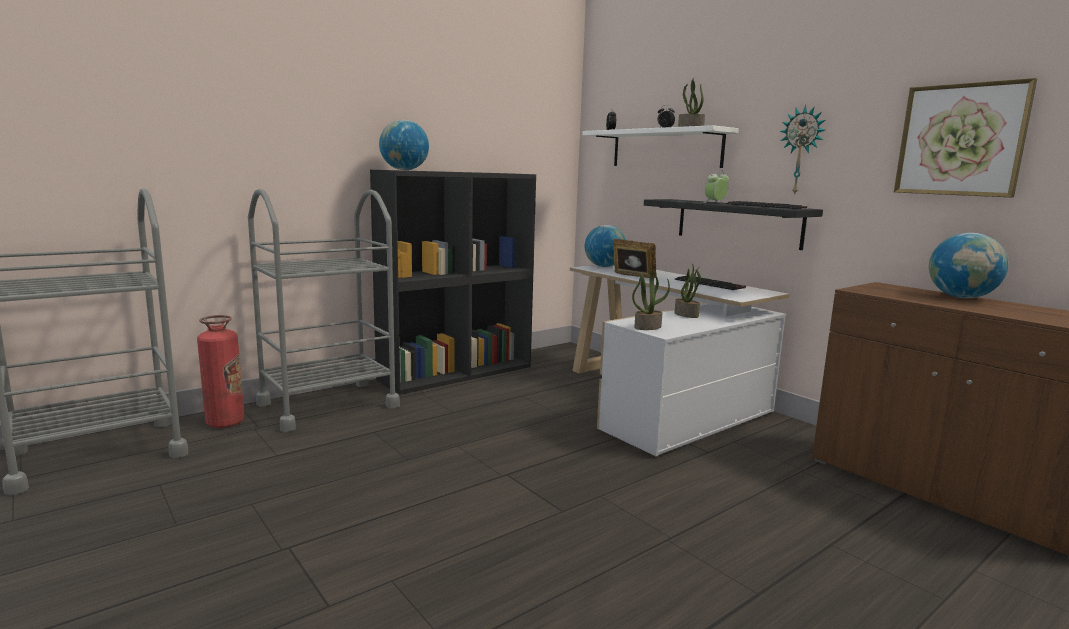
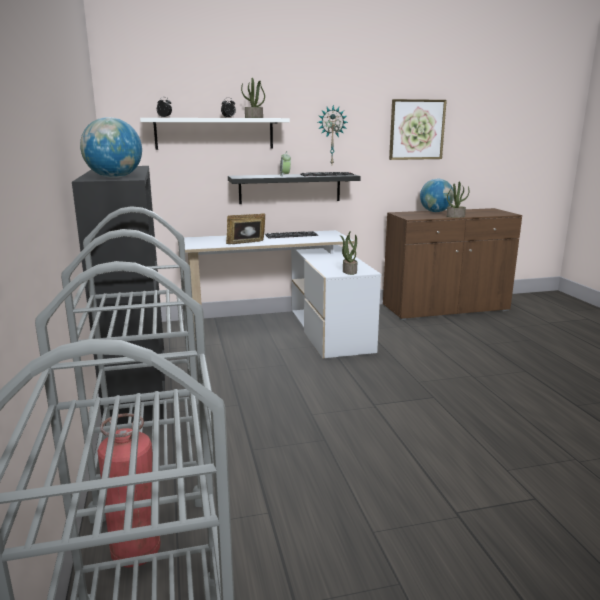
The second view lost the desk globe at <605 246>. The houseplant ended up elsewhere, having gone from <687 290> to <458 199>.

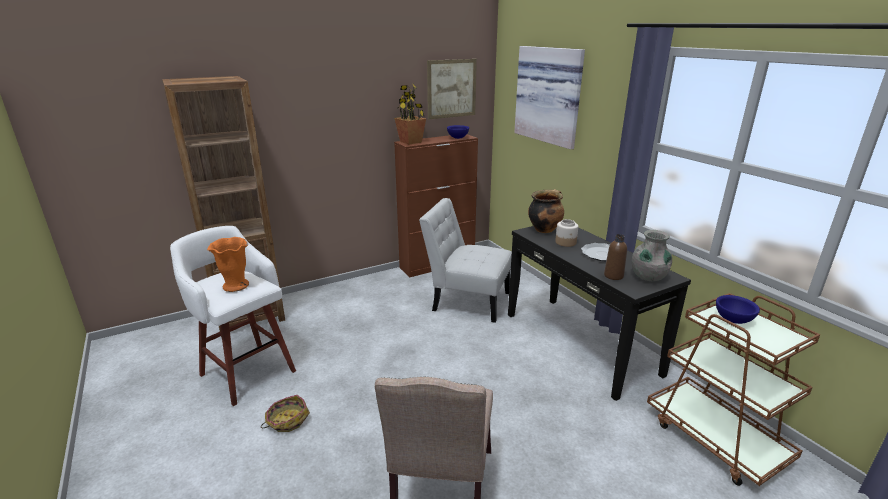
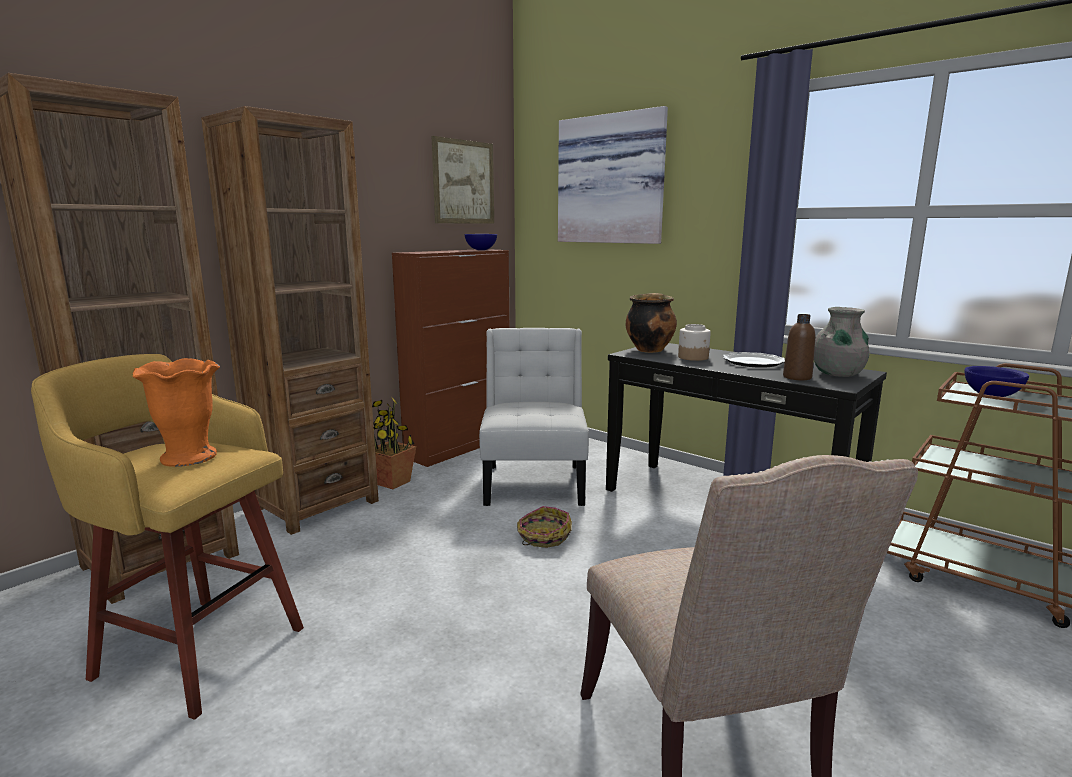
The second view gained the bookshelf (brown) at <290 320>. The storage basket ended up elsewhere, having gone from <285 413> to <544 527>. The houseplant ended up elsewhere, having gone from <410 114> to <394 443>. What was the stool (whitish) at <233 316> turned into the stool (yellow) at <167 537>. The upright chair (whitish) at <465 260> ended up facing another way, 90 degrees clockwise from before.

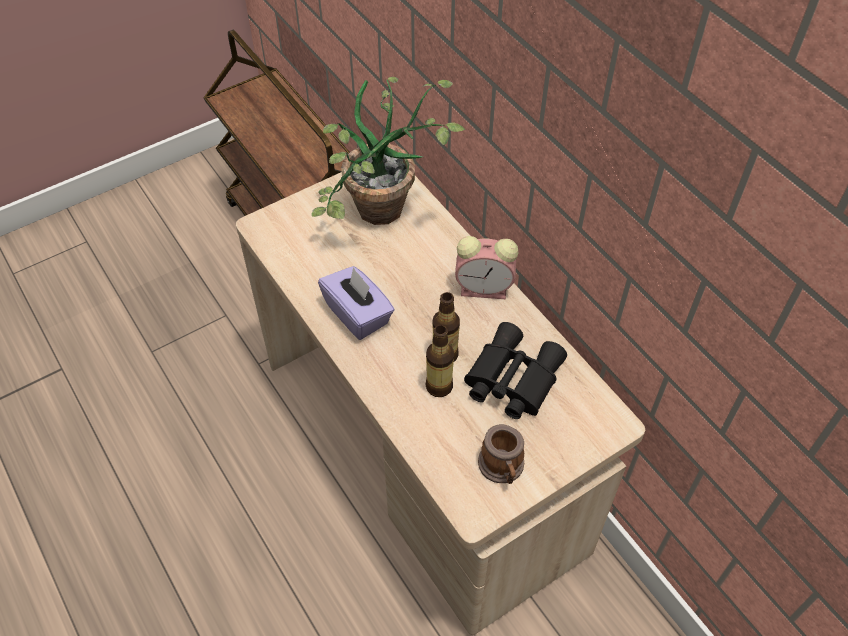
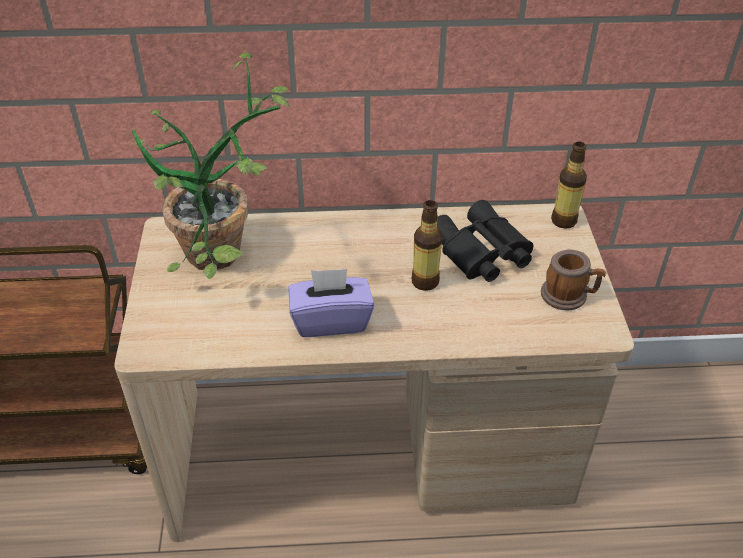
The second view lost the alarm clock at <486 267>. The beverage bottle ended up elsewhere, having gone from <440 361> to <569 185>.

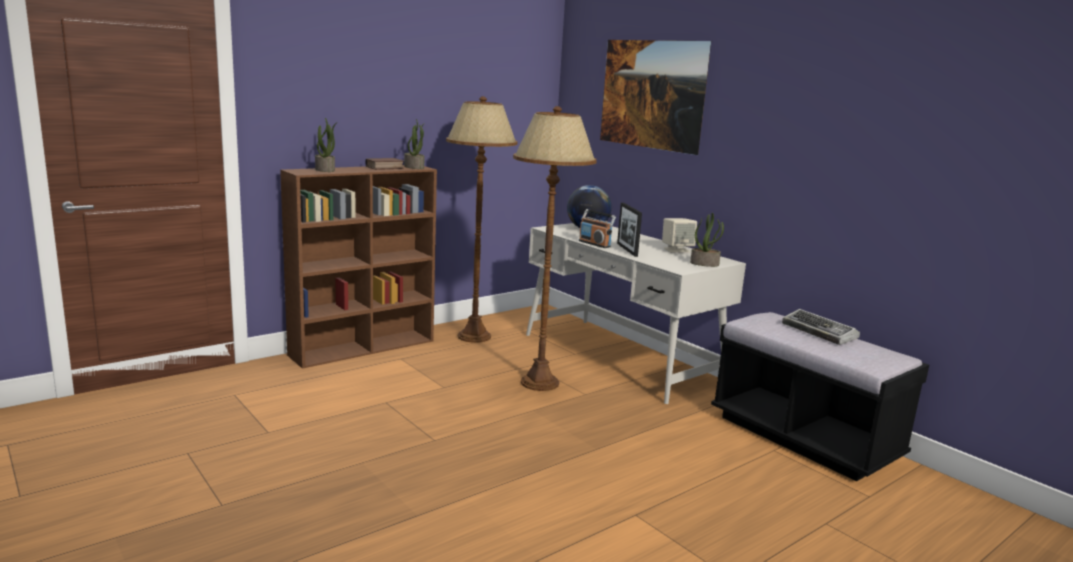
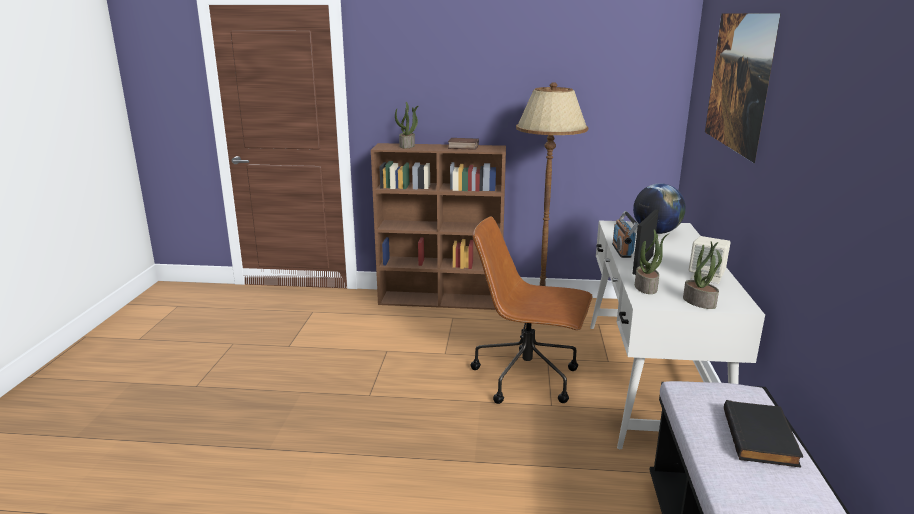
The houseplant ended up elsewhere, having gone from <414 144> to <652 261>. Where the floor lamp (brown) stood at <555 248>, the computer chair (brown) came to stand at <532 310>. Where the keyboard stood at <821 327>, the book (black-coloured) came to stand at <763 434>.

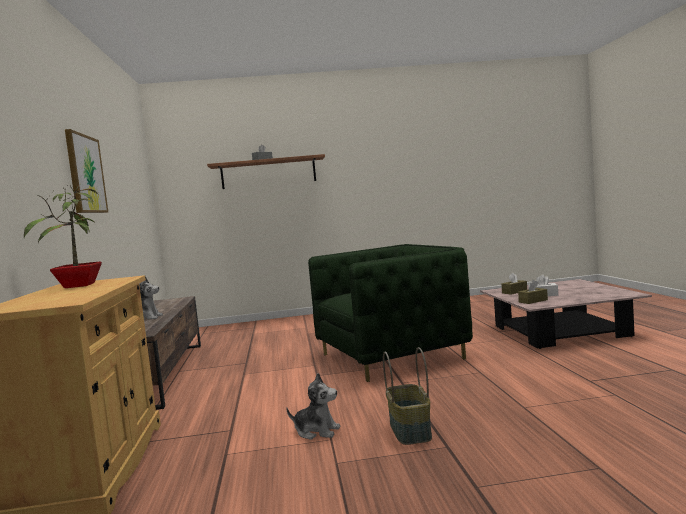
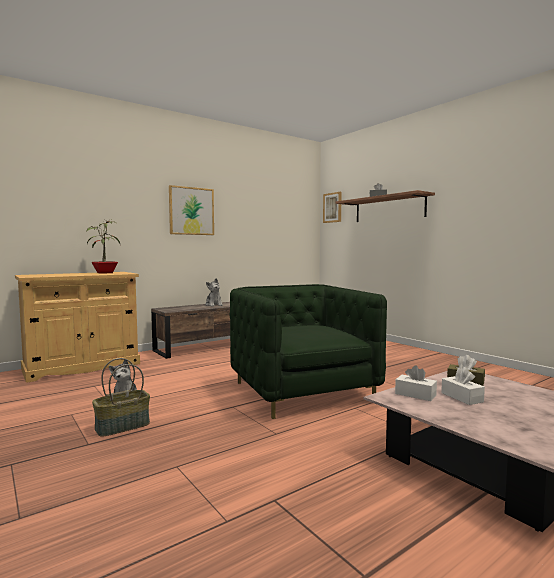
The second view gained the wall picture at <332 207>. What was the tissue holder (brown) at <533 292> turned into the tissue holder (whitish) at <416 383>. The easy chair (green) at <390 313> ended up facing another way, 150 degrees counterclockwise from before.

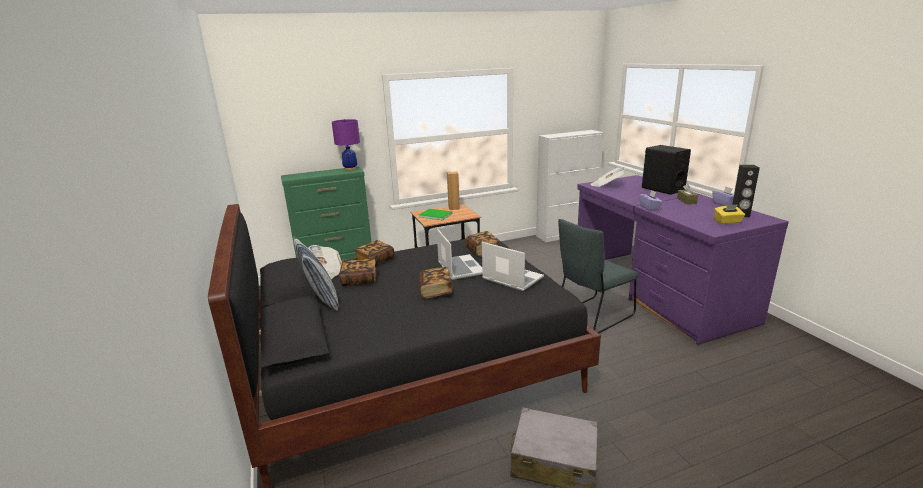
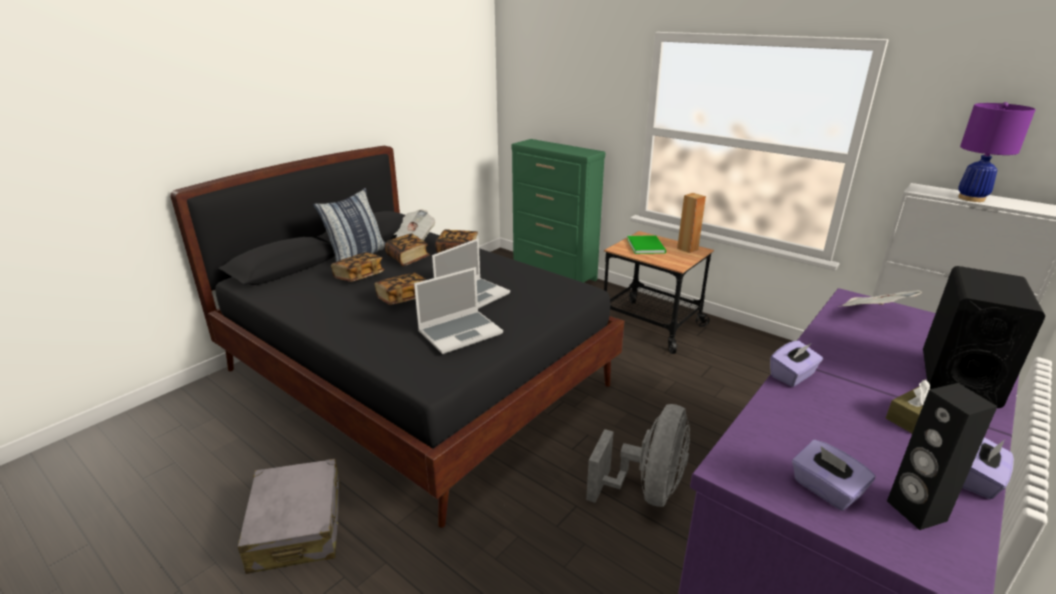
The lamp for a table (purple) ended up elsewhere, having gone from <346 144> to <997 152>. The book ended up elsewhere, having gone from <482 244> to <357 267>. Where the upright chair (gray) stood at <598 276>, the electric fan (gray) came to stand at <638 455>. What was the tissue holder (yellow) at <729 214> turned into the tissue holder (purple) at <833 475>. The portable computer at <513 266> ended up facing another way, 45 degrees clockwise from before.

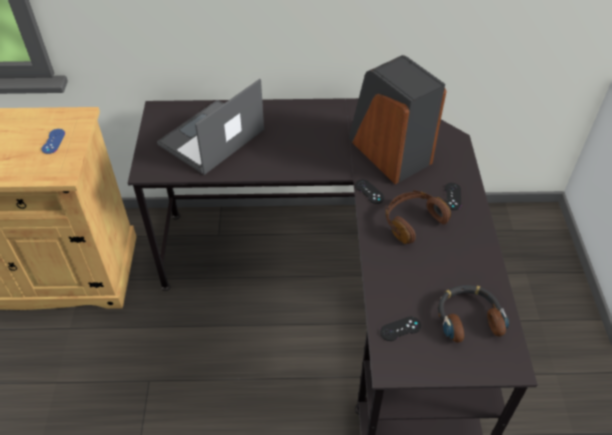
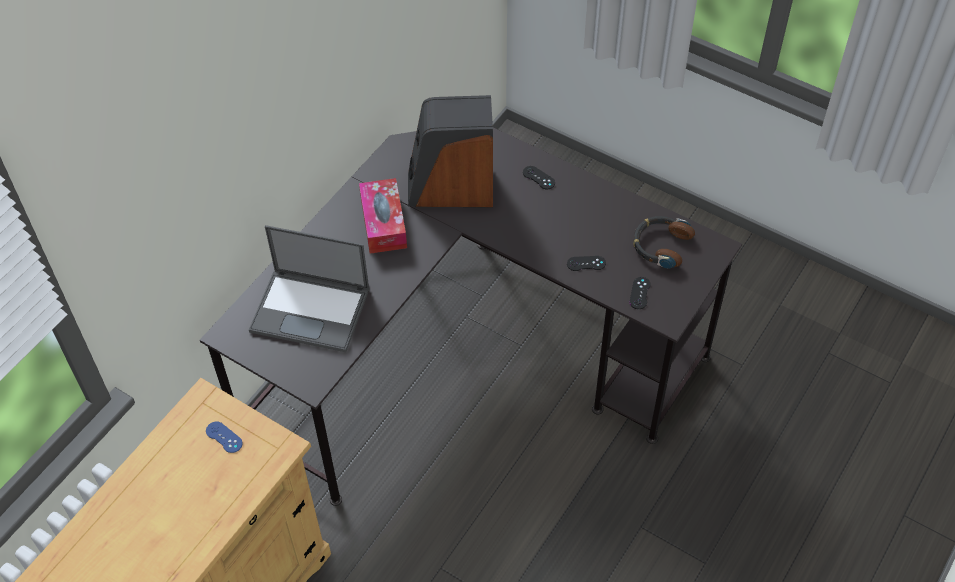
The second view lost the headset (brown) at <418 217>. The second view gained the tissue holder at <383 216>. The joypad (black-coloured) ended up elsewhere, having gone from <369 192> to <586 263>. The portable computer at <210 127> ended up facing another way, 60 degrees counterclockwise from before.

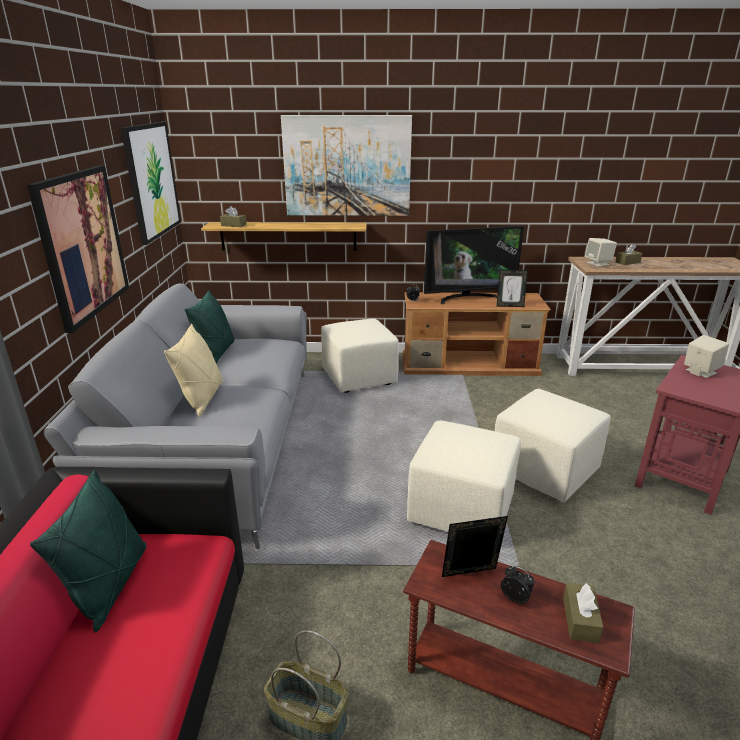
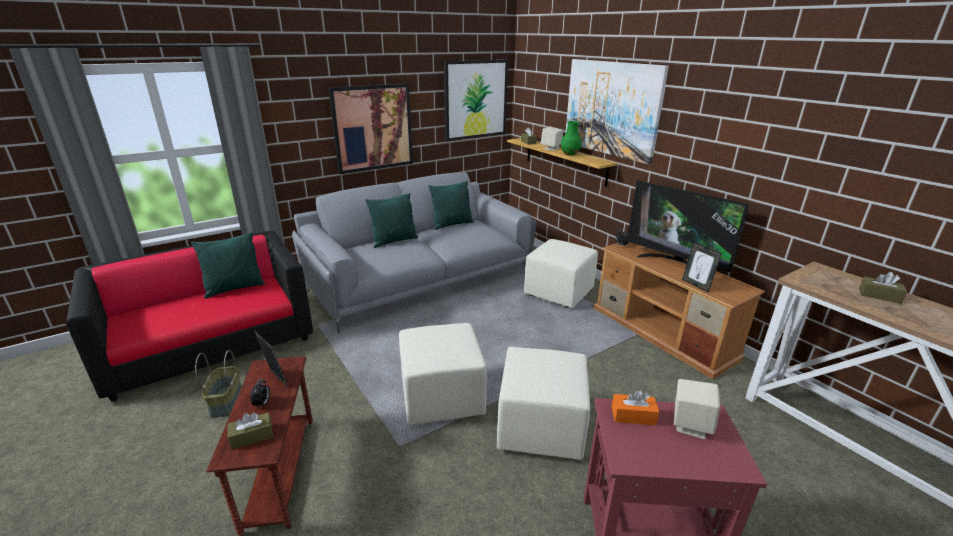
The second view gained the vase (green) at <571 138>. The second view gained the tissue holder (orange-coloured) at <635 407>. The loudspeaker (beige) ended up elsewhere, having gone from <601 252> to <552 139>. What was the cushion (beige) at <193 370> turned into the cushion (green) at <391 220>.

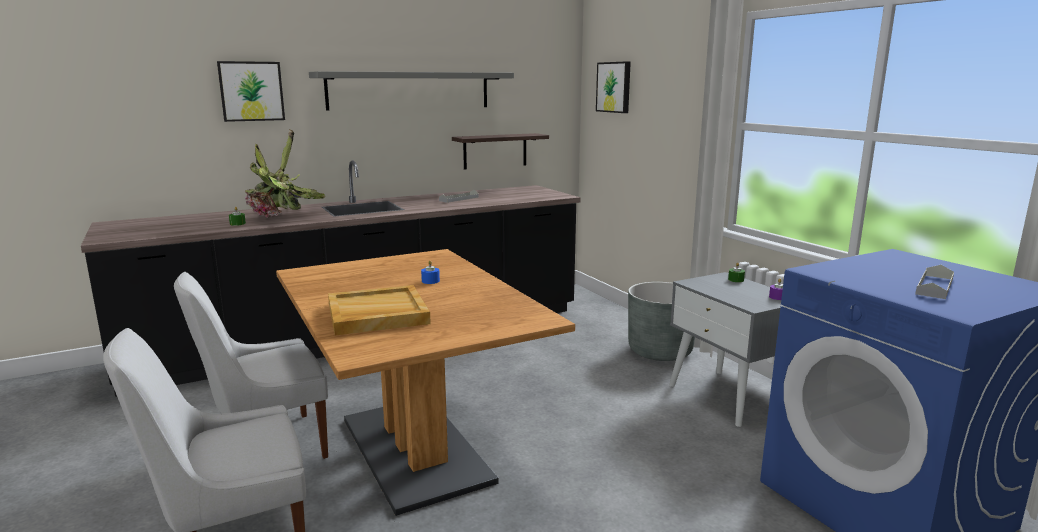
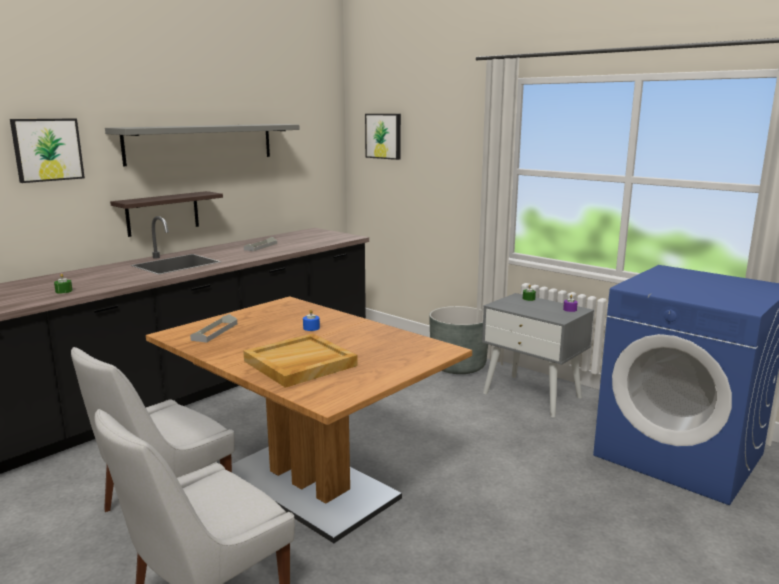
The second view lost the houseplant at <284 173>. The shelf ended up elsewhere, having gone from <500 151> to <166 214>. The tray (gray) ended up elsewhere, having gone from <934 282> to <213 328>.

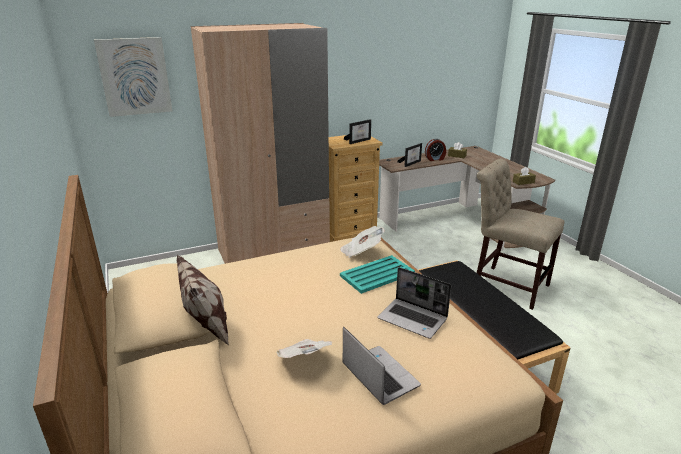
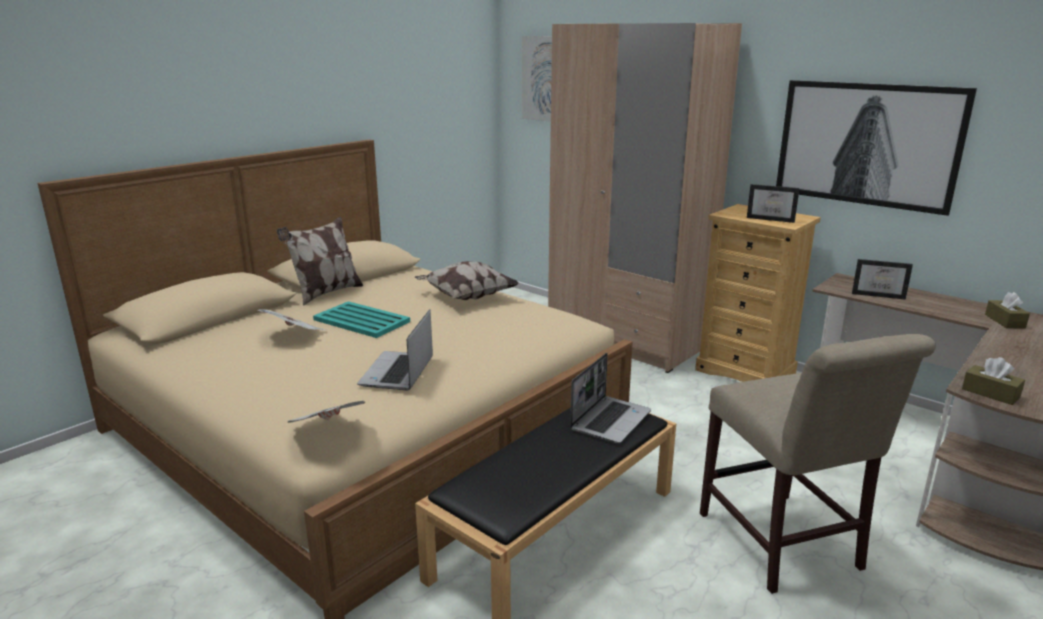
The second view lost the alarm clock at <435 150>. The second view gained the cushion at <466 280>. The second view gained the wall picture at <876 148>. The daily paper ended up elsewhere, having gone from <362 242> to <326 412>. The tray (blue-green) ended up elsewhere, having gone from <377 274> to <361 319>. The portable computer ended up elsewhere, having gone from <382 366> to <610 398>. The upright chair (beige) at <520 234> ended up facing another way, 150 degrees clockwise from before.

